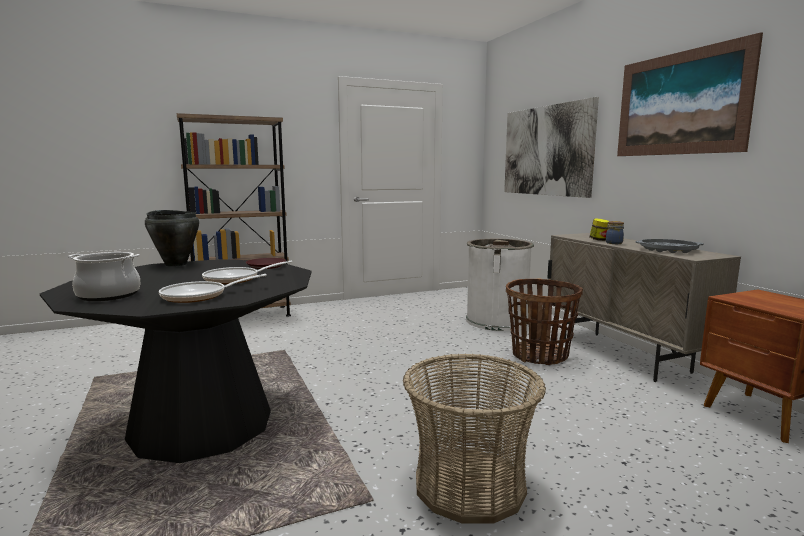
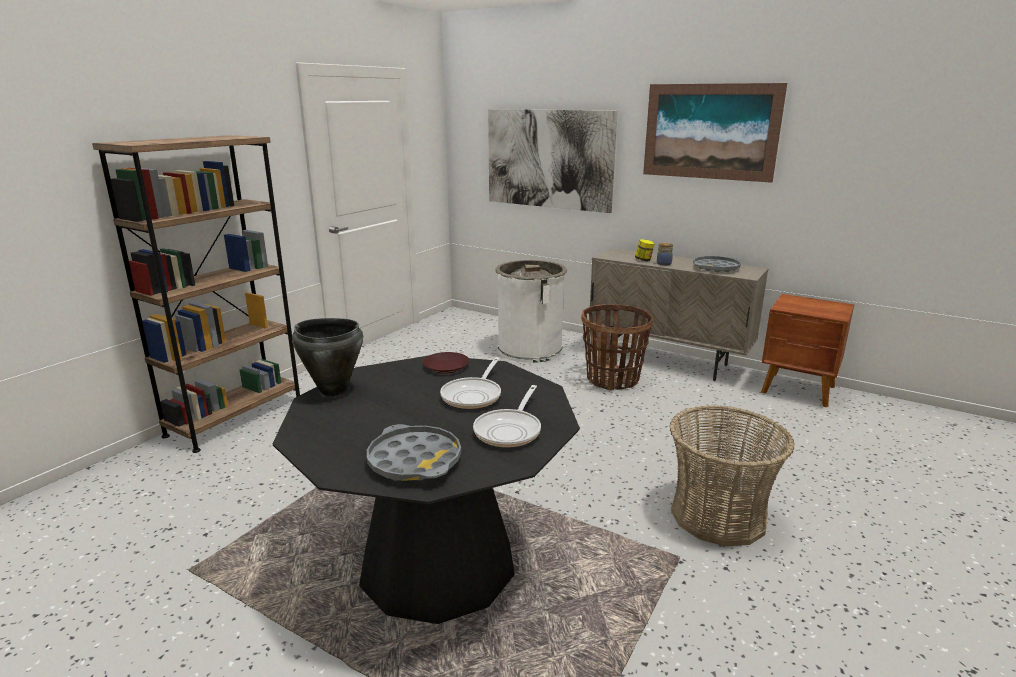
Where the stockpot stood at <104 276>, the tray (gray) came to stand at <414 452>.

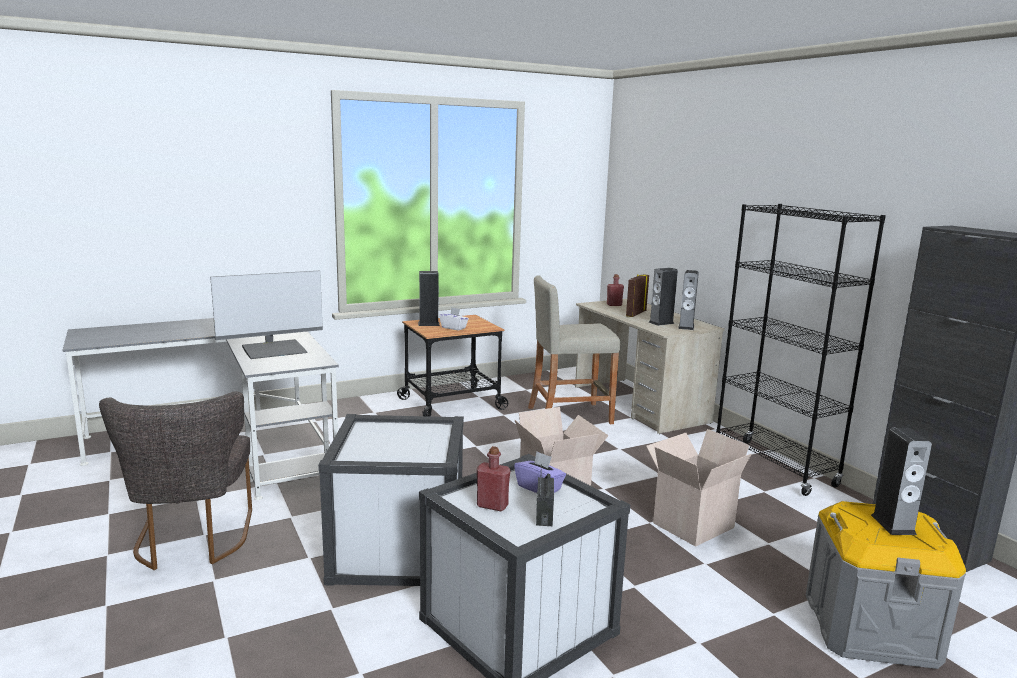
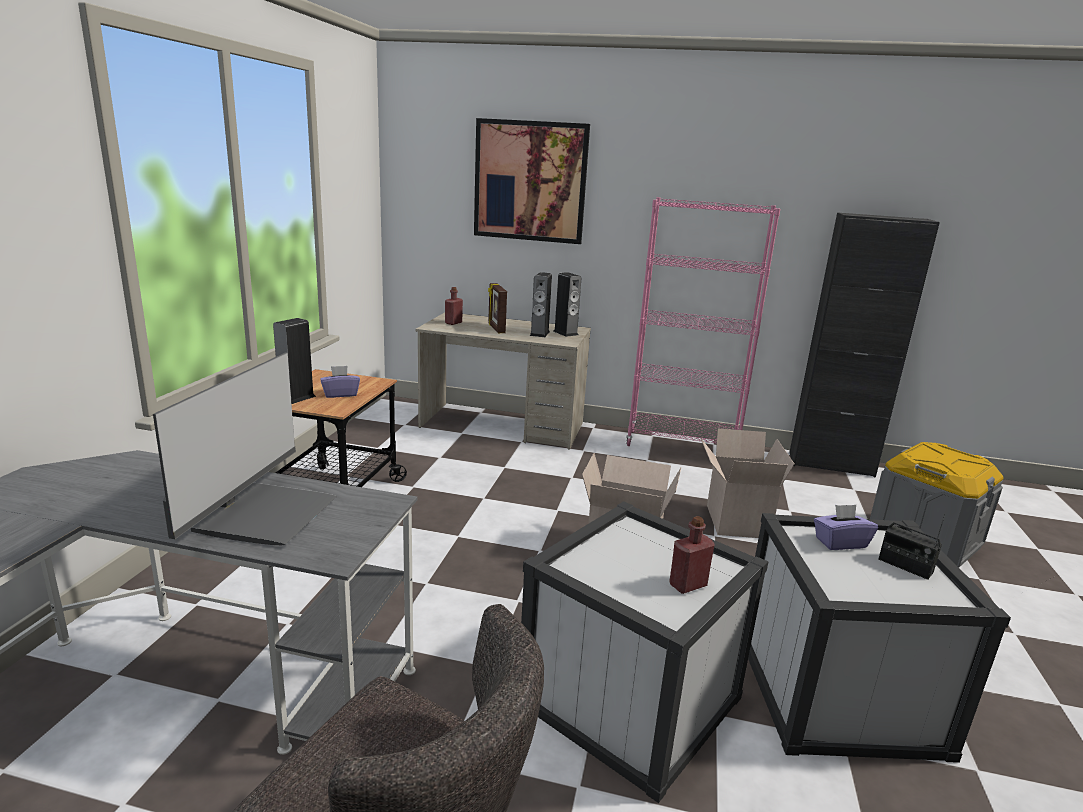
The second view lost the stool (beige) at <574 349>. The second view lost the loudspeaker at <901 481>. The second view gained the wall picture at <532 181>. The beverage bottle (red-coloured) ended up elsewhere, having gone from <493 478> to <691 555>. What was the tissue holder (whitish) at <454 318> turned into the tissue holder (purple) at <340 382>. What was the bookshelf (black-coloured) at <801 350> turned into the bookshelf (pinkish) at <703 321>.

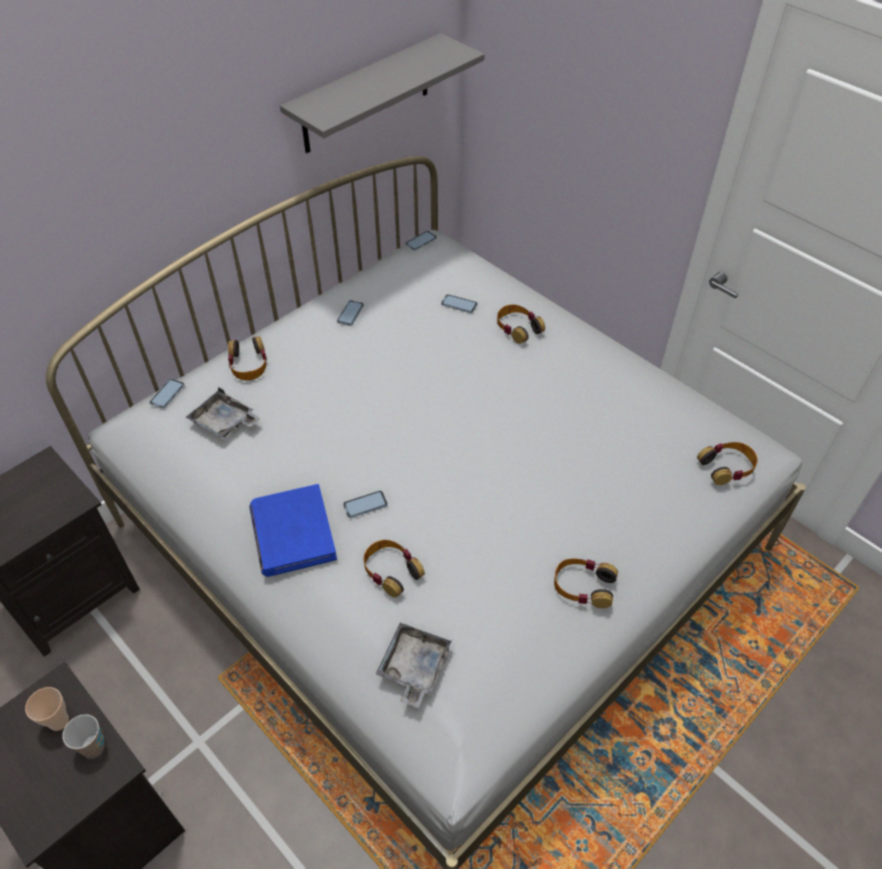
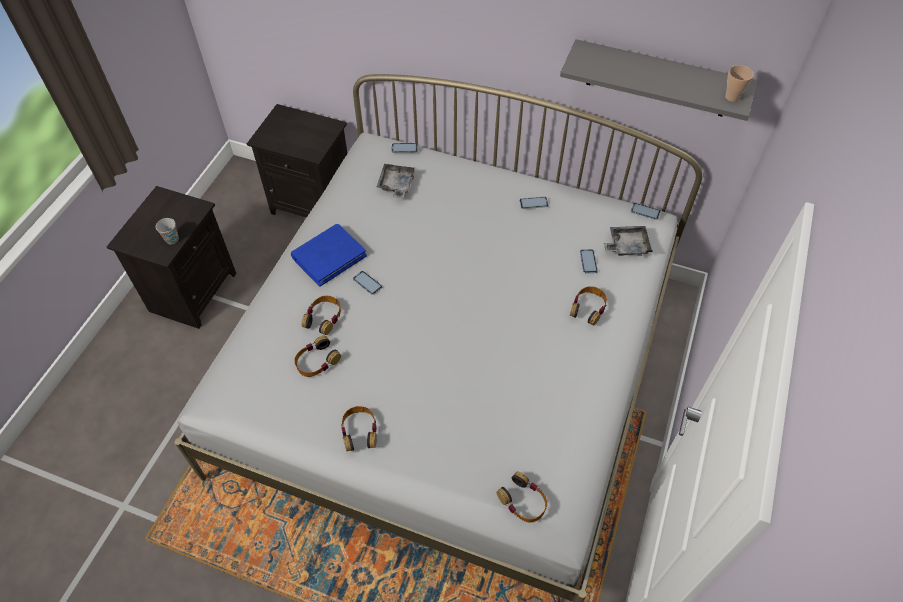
The drinking cup ended up elsewhere, having gone from <47 709> to <739 83>. The headset ended up elsewhere, having gone from <247 358> to <317 356>. The tray (gray) ended up elsewhere, having gone from <414 665> to <628 241>.

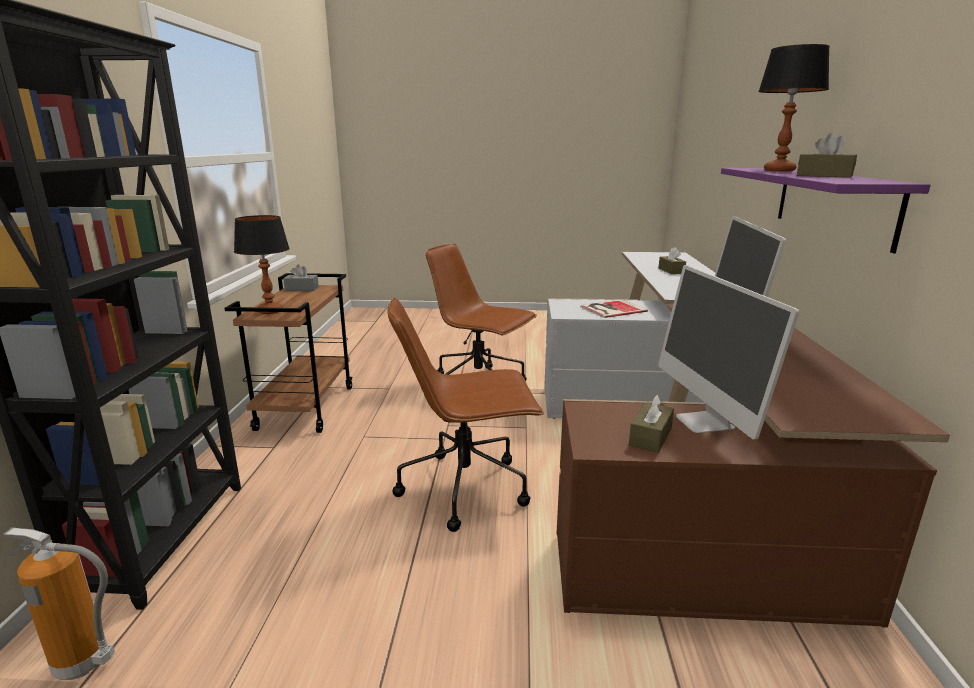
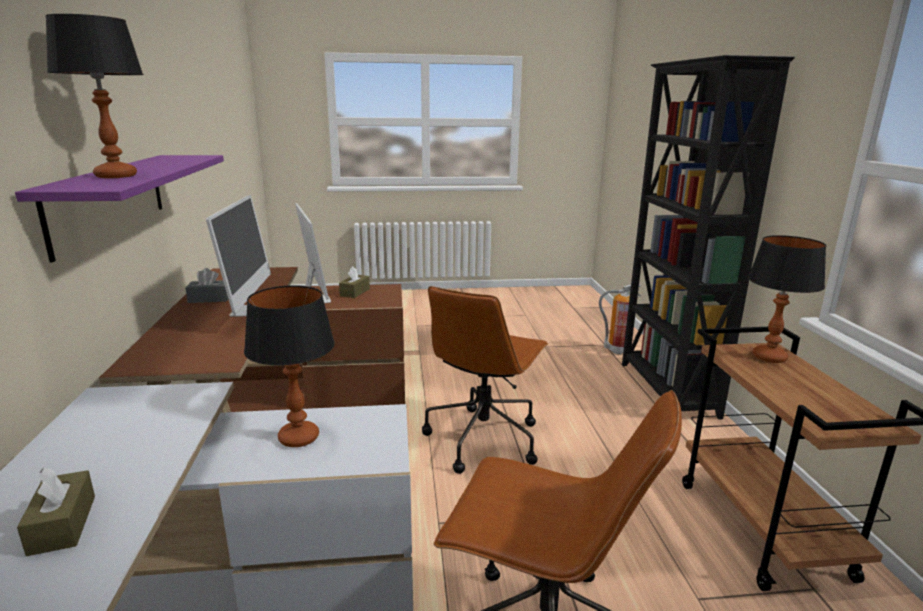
The second view lost the tissue holder (brown) at <827 155>. The tissue holder (gray) ended up elsewhere, having gone from <301 277> to <206 285>. Where the book stood at <614 309>, the lamp for a table came to stand at <289 366>. The computer chair (brown) at <465 414> ended up facing another way, 135 degrees clockwise from before.

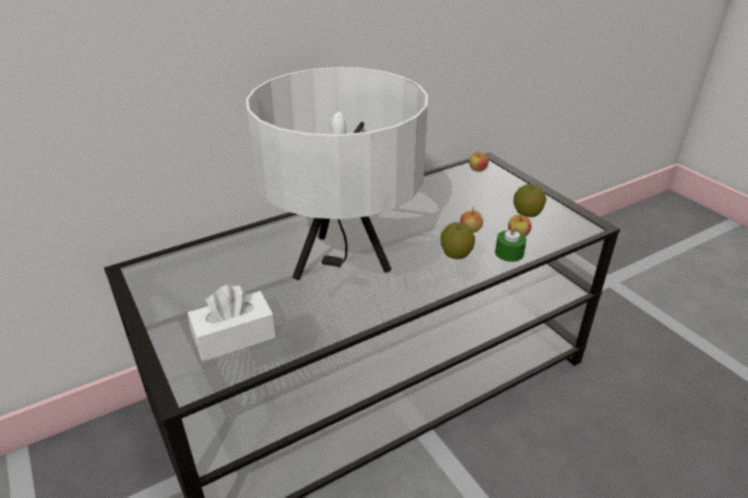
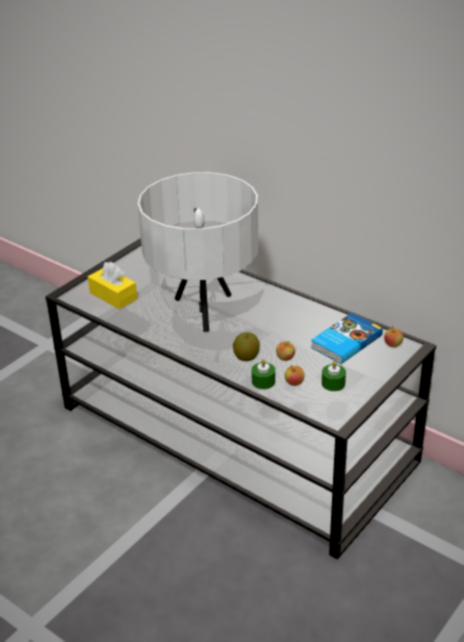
The second view gained the book at <347 338>. Where the apple fruit stood at <530 200>, the candle (green) came to stand at <334 376>. What was the tissue holder (whitish) at <232 323> turned into the tissue holder (yellow) at <112 285>.

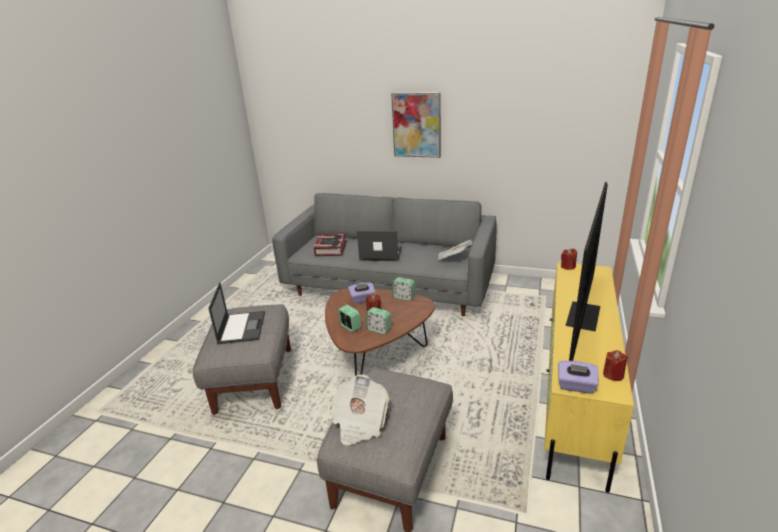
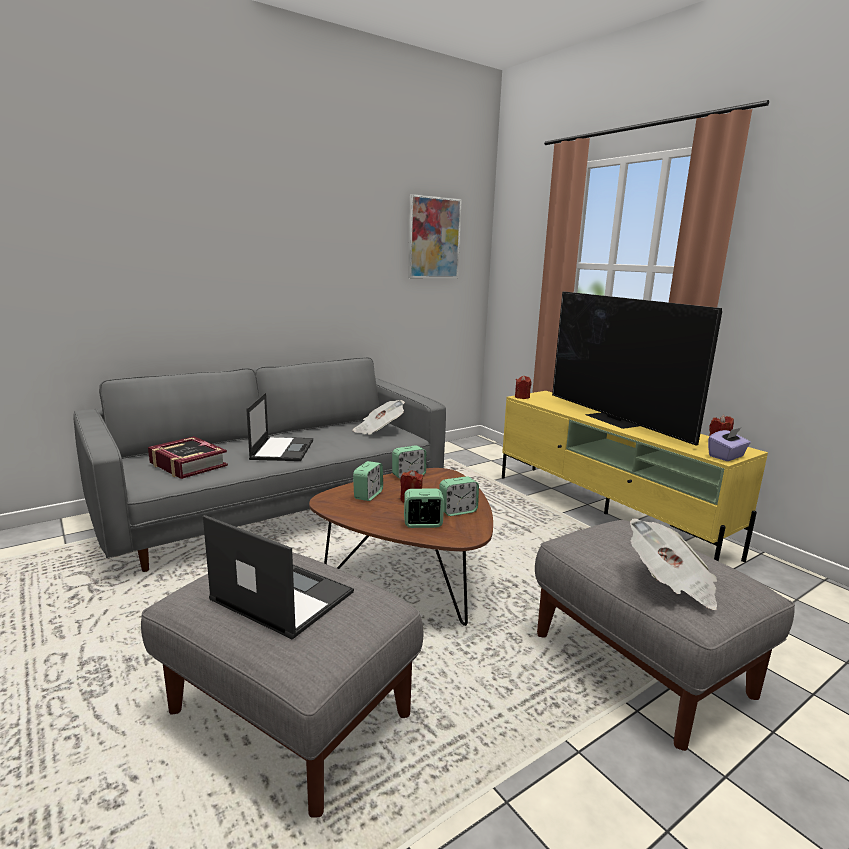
The wall picture ended up elsewhere, having gone from <416 125> to <435 236>. Where the tissue holder (purple) stood at <362 293>, the alarm clock came to stand at <368 481>. The portable computer at <379 246> ended up facing another way, 135 degrees clockwise from before.

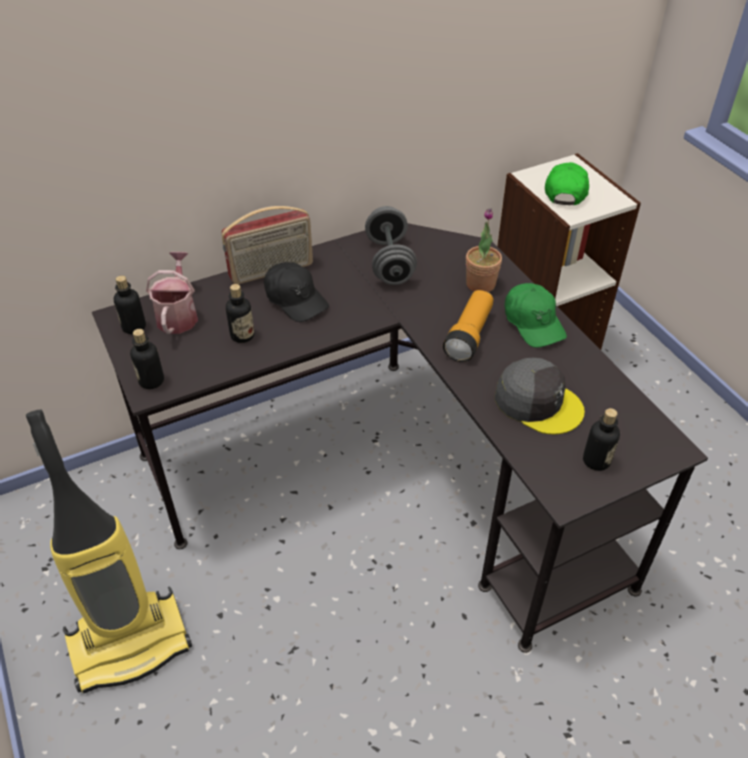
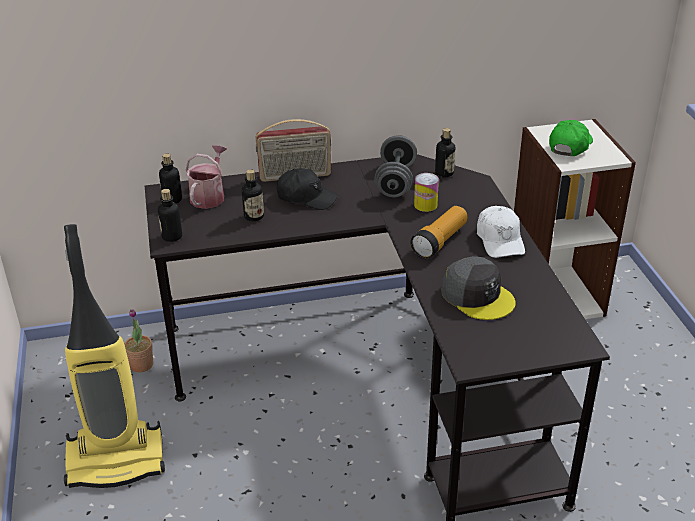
The second view gained the sealed can at <426 192>. The houseplant ended up elsewhere, having gone from <484 250> to <138 341>. The beverage bottle ended up elsewhere, having gone from <601 439> to <445 152>. What was the baseball cap (green) at <536 315> turned into the baseball cap (whitish) at <501 232>. The baseball cap (black-coloured) at <296 292> ended up facing another way, 45 degrees counterclockwise from before.

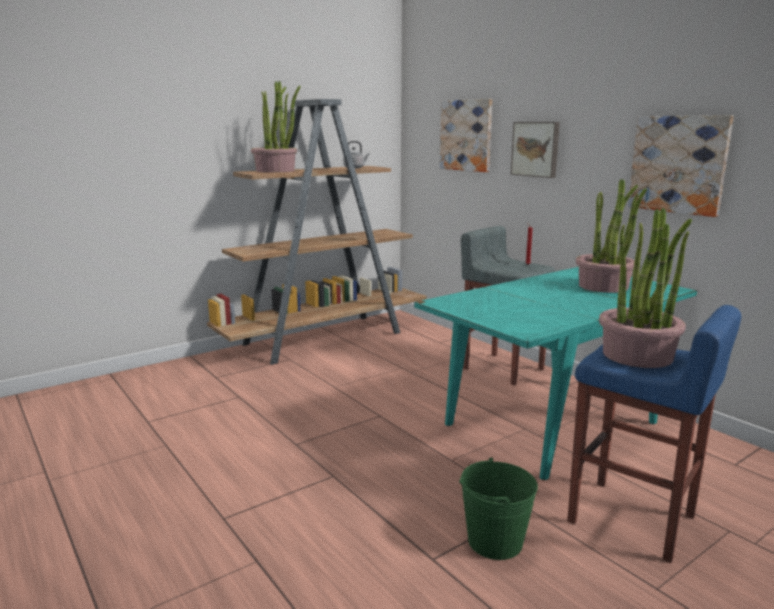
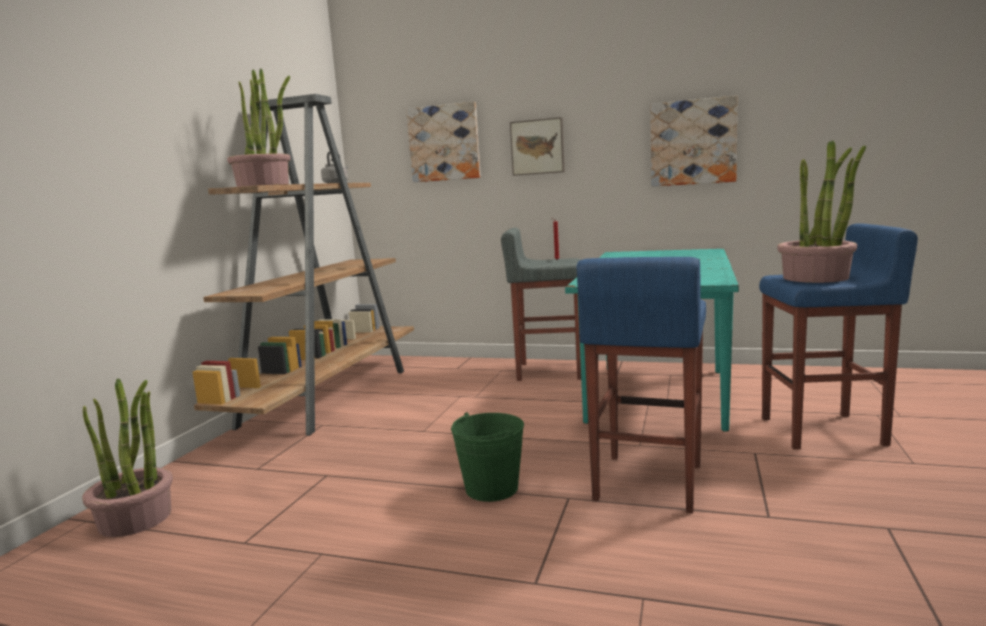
The second view gained the stool (blue-coloured) at <641 385>. The water bucket (green) ended up elsewhere, having gone from <498 508> to <487 457>. The houseplant ended up elsewhere, having gone from <611 236> to <127 458>.

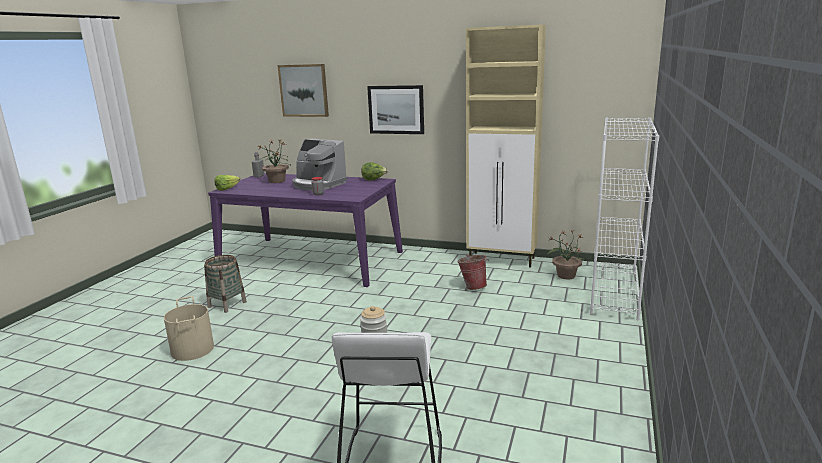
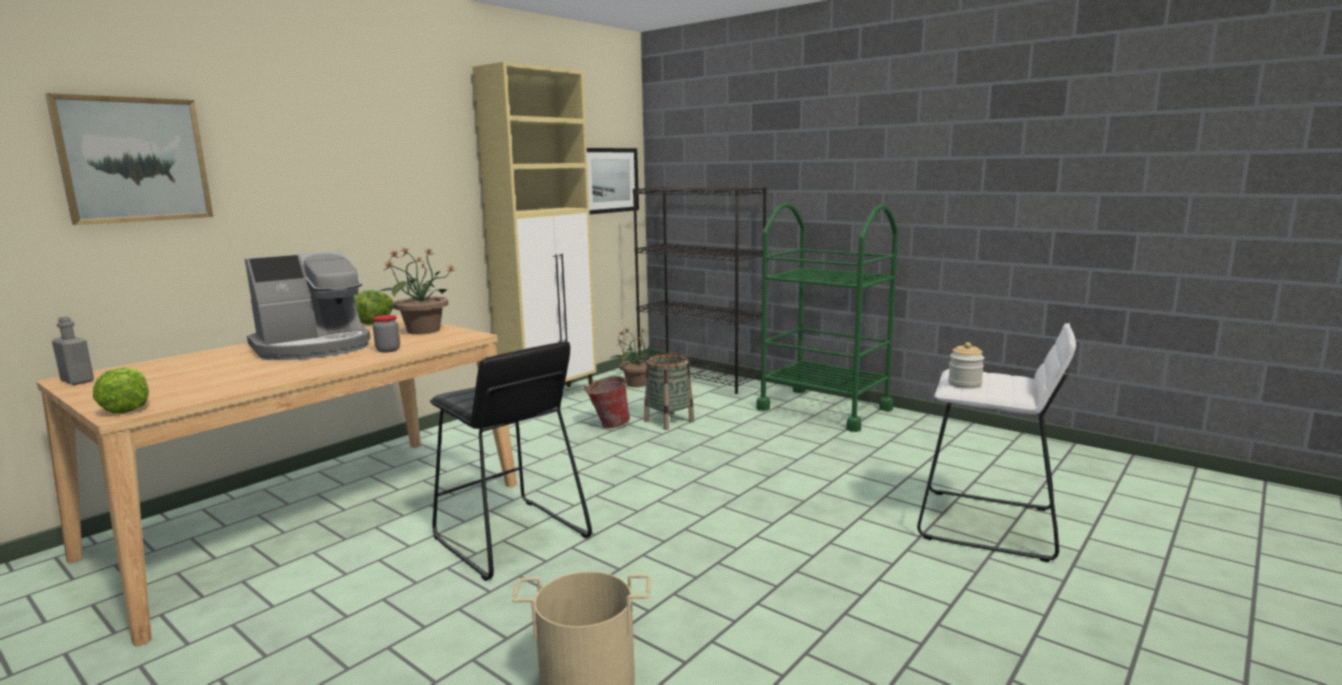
The second view gained the stool (black-coloured) at <511 461>. The second view gained the cart (green) at <827 317>. The storage basket ended up elsewhere, having gone from <225 284> to <669 391>. The houseplant ended up elsewhere, having gone from <273 161> to <416 290>. The wall picture ended up elsewhere, having gone from <395 109> to <613 181>. What was the dinner table (purple) at <305 230> turned into the dinner table (beige) at <276 481>. What was the bookshelf (whitish) at <625 218> turned into the bookshelf (black-coloured) at <700 290>.

